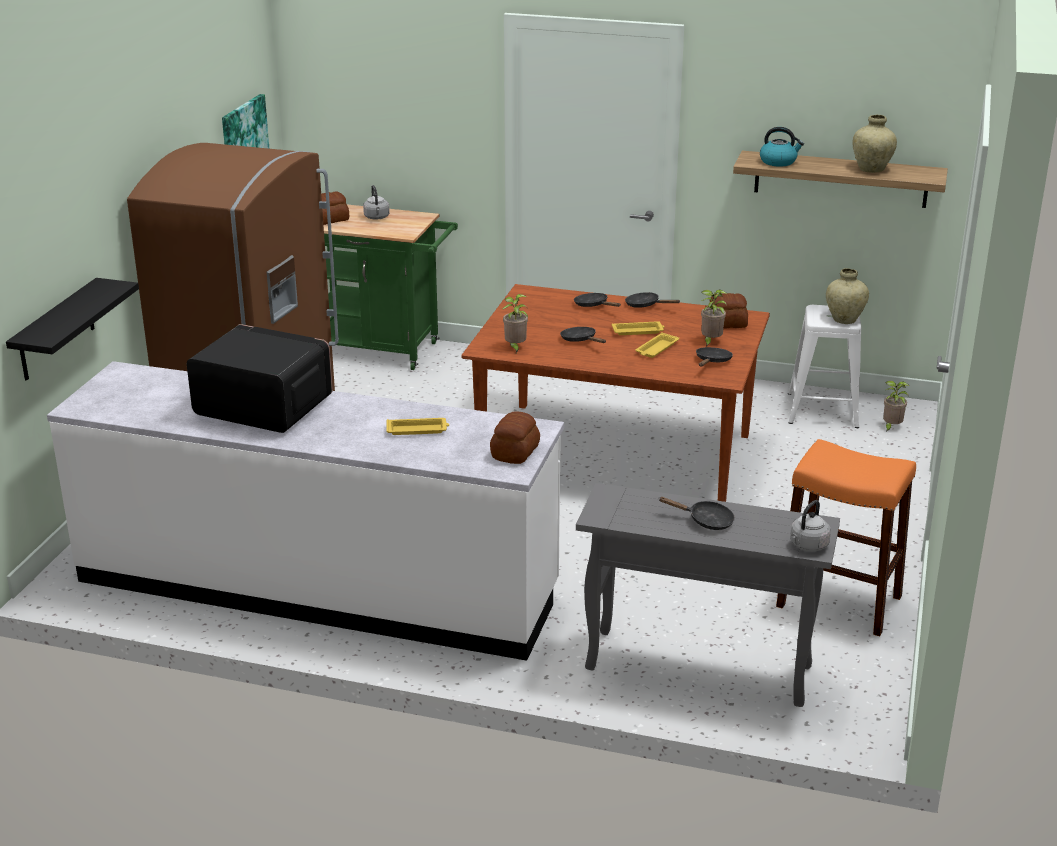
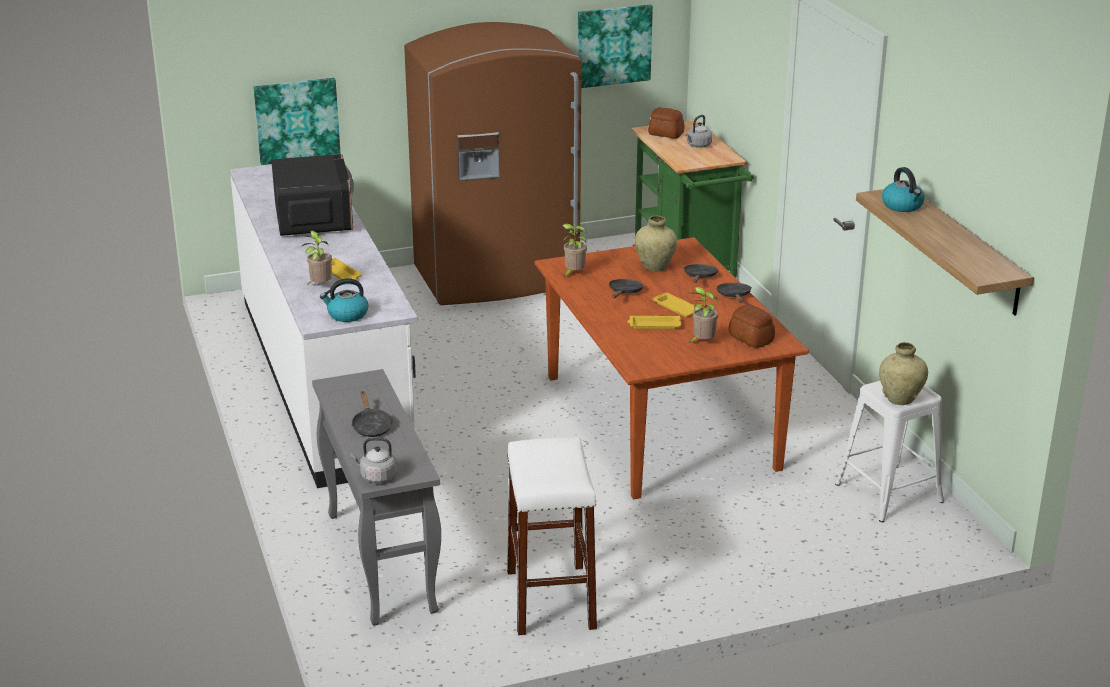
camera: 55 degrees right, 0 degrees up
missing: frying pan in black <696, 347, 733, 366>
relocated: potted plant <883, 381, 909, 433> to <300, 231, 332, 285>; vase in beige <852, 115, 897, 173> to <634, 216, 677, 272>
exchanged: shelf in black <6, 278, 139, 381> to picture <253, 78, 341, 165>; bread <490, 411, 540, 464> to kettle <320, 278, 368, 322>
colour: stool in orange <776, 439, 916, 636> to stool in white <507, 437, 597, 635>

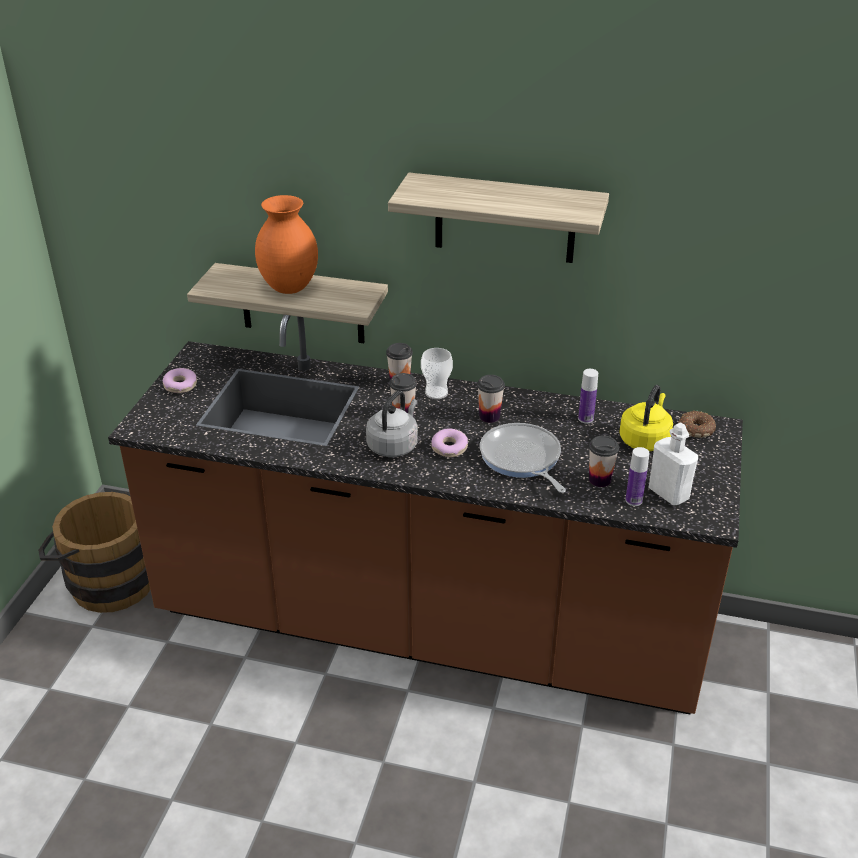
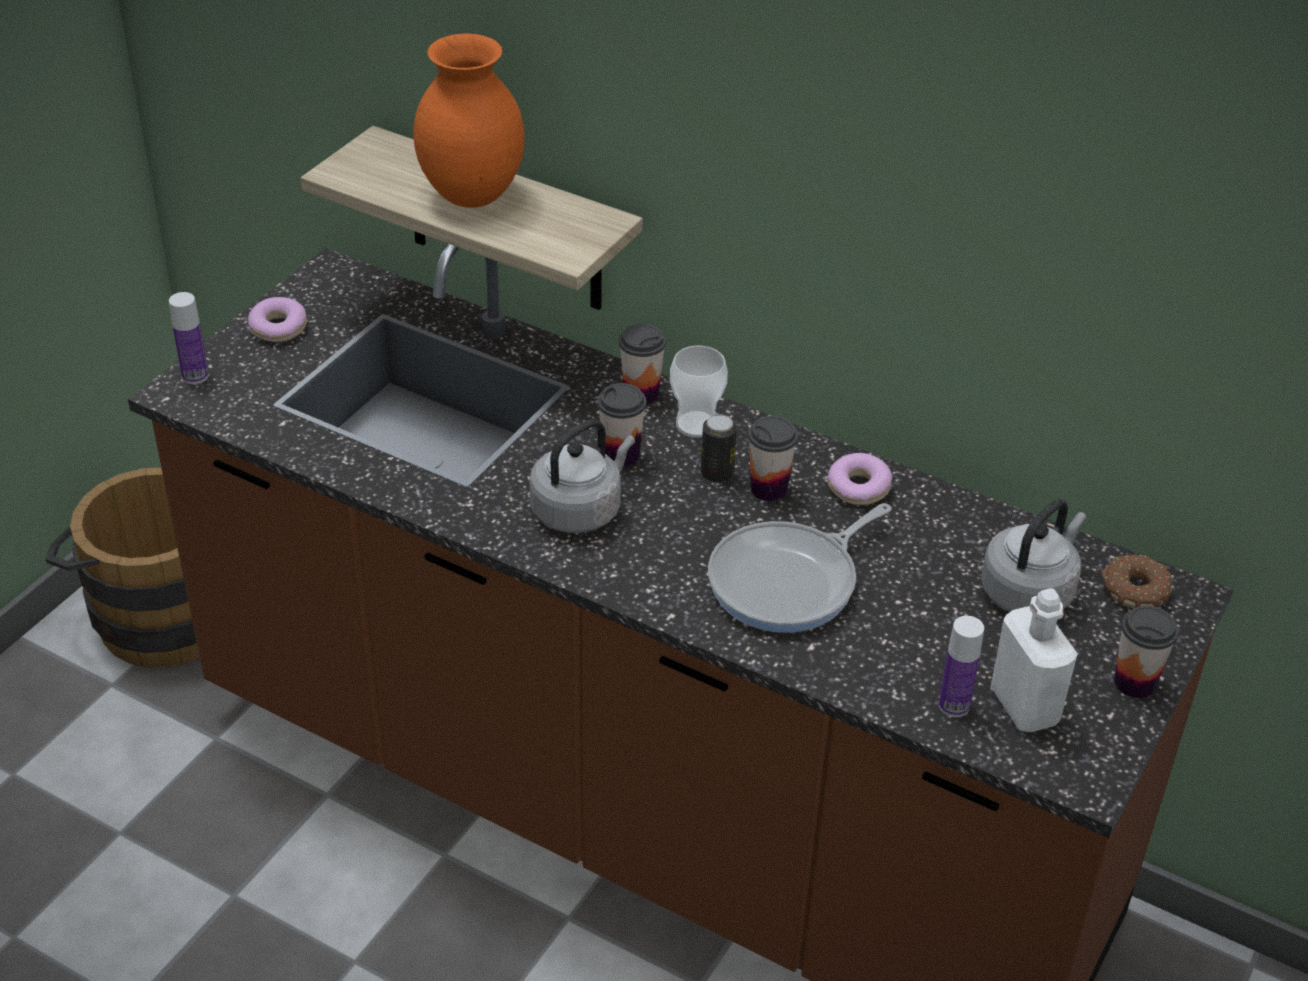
camera: 15 degrees right, 5 degrees up
missing: shelf <388, 173, 609, 263>
appeared: can <701, 414, 737, 483>
relocated: bottle <578, 369, 598, 424> to <169, 292, 209, 384>; donut <431, 428, 468, 457> to <827, 453, 892, 505>; cup <589, 435, 619, 487> to <1114, 605, 1179, 698>
colour: kettle in yellow <619, 385, 673, 451> to kettle in grey <981, 499, 1086, 612>
spun: frying pan <480, 423, 566, 493> = <708, 503, 892, 633> 120 degrees counterclockwise

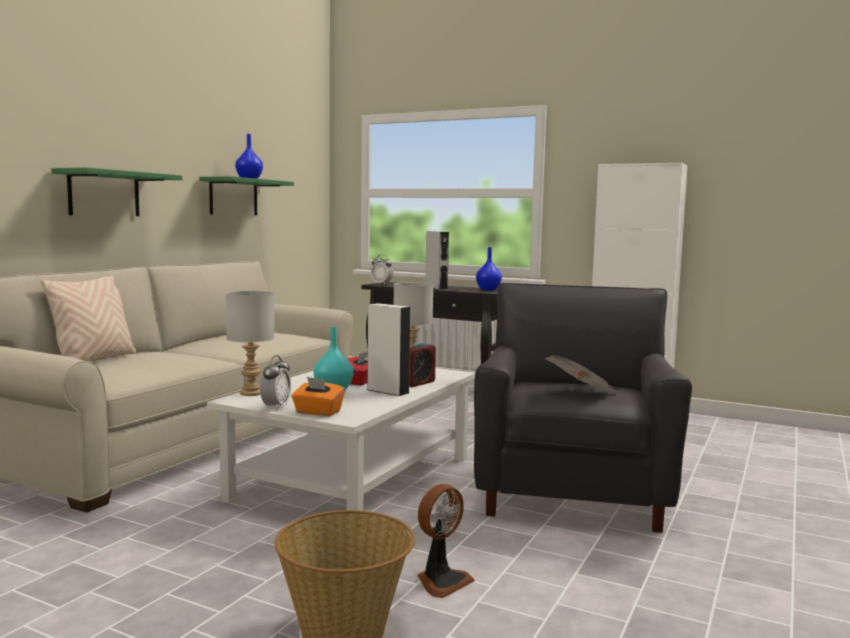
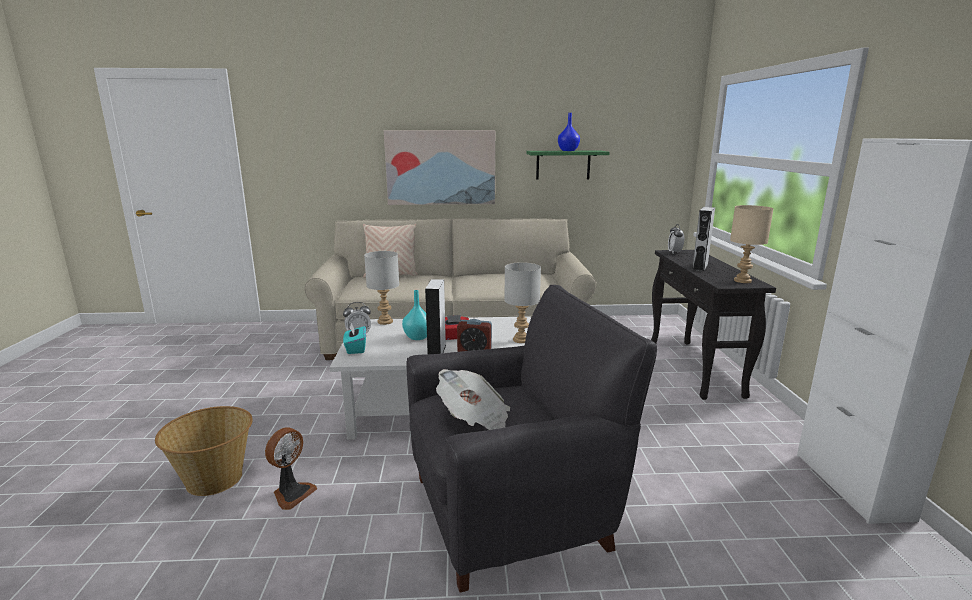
camera: 60 degrees right, 10 degrees up
exchanged: shelf in green <51, 167, 182, 216> to picture <384, 130, 495, 205>; vase in blue <476, 247, 502, 290> to table lamp in beige <730, 205, 774, 283>
colour: tissue box in orange <291, 377, 345, 416> to tissue box in turquoise <343, 323, 366, 354>
spun: fan <418, 484, 475, 598> = <265, 427, 317, 510> 75 degrees counterclockwise

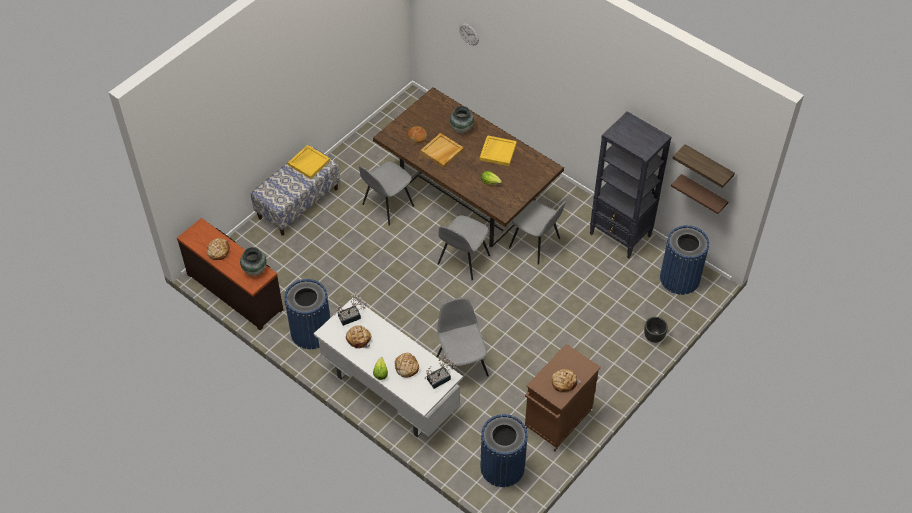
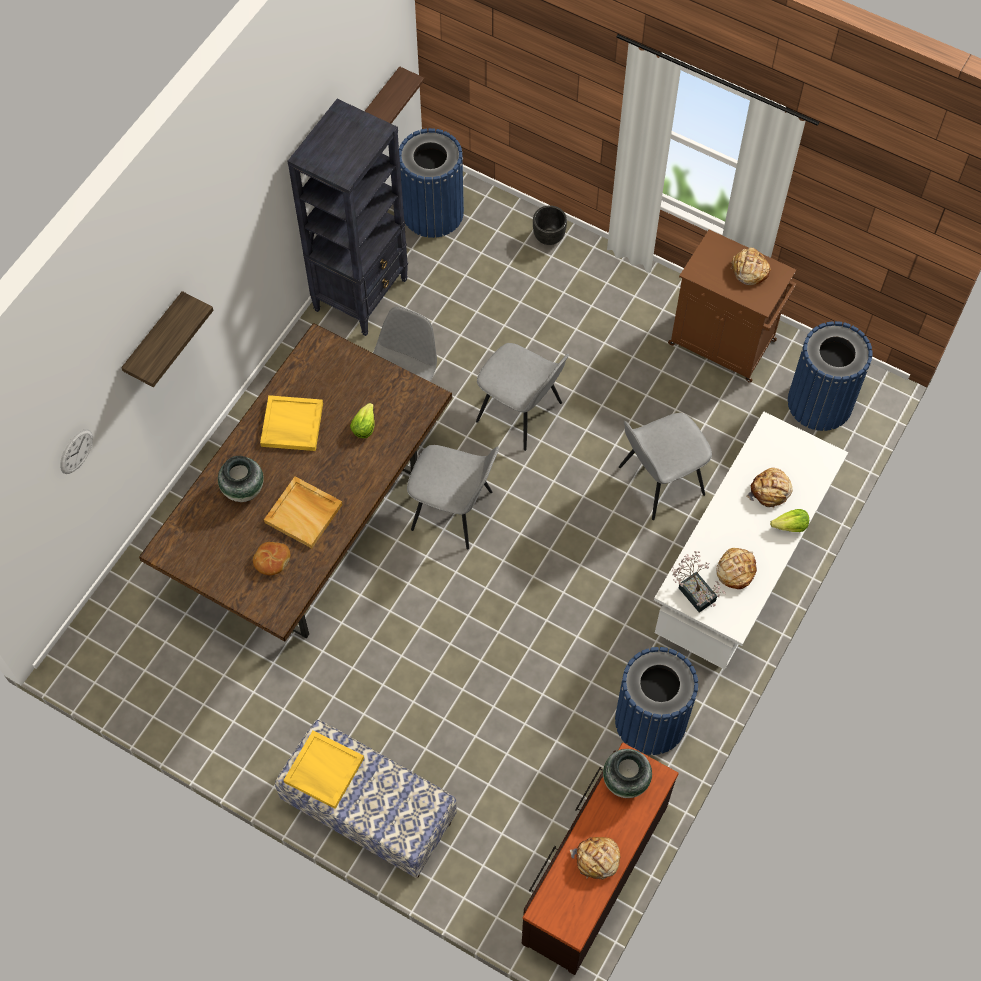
camera: 100 degrees left, 10 degrees up
missing: potted plant <424, 353, 457, 389>
relocated: shelf <672, 144, 735, 188> to <121, 291, 213, 387>; chair in grey <359, 161, 414, 226> to <476, 343, 569, 451>

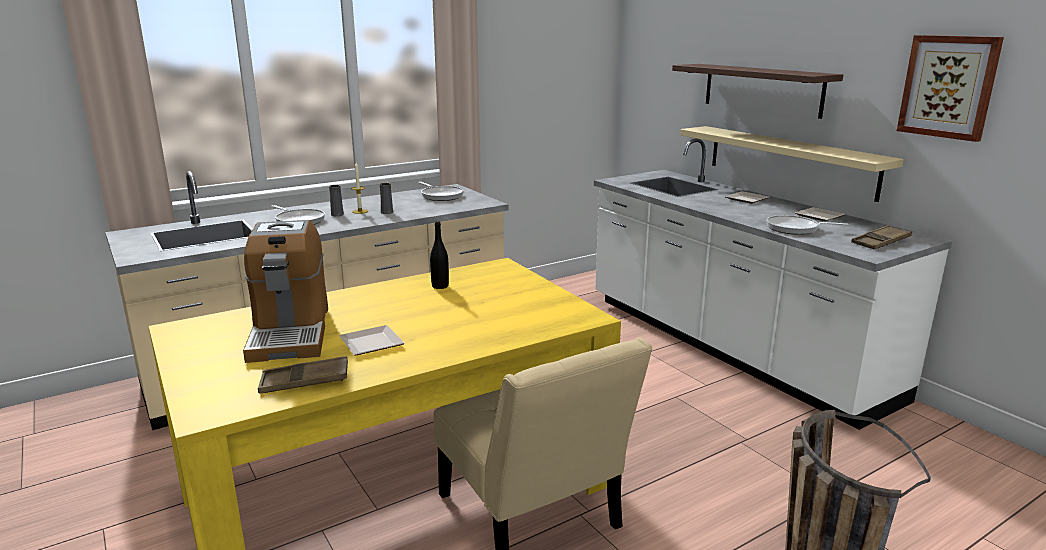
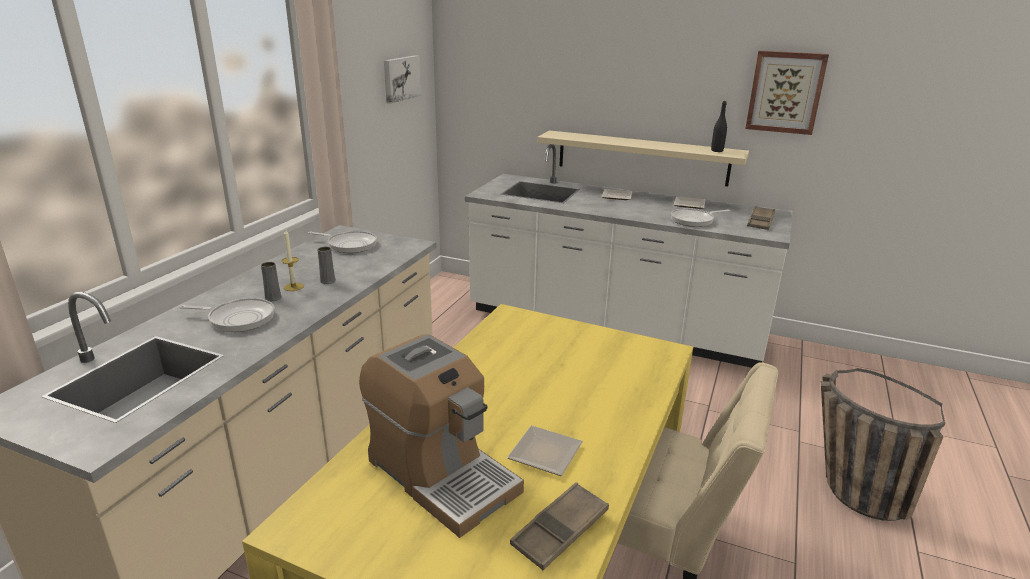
camera: 35 degrees left, 5 degrees up
missing: shelf <672, 64, 843, 119>
appeared: picture <384, 55, 421, 104>
relocated: bottle in black <430, 220, 449, 289> to <711, 101, 727, 152>

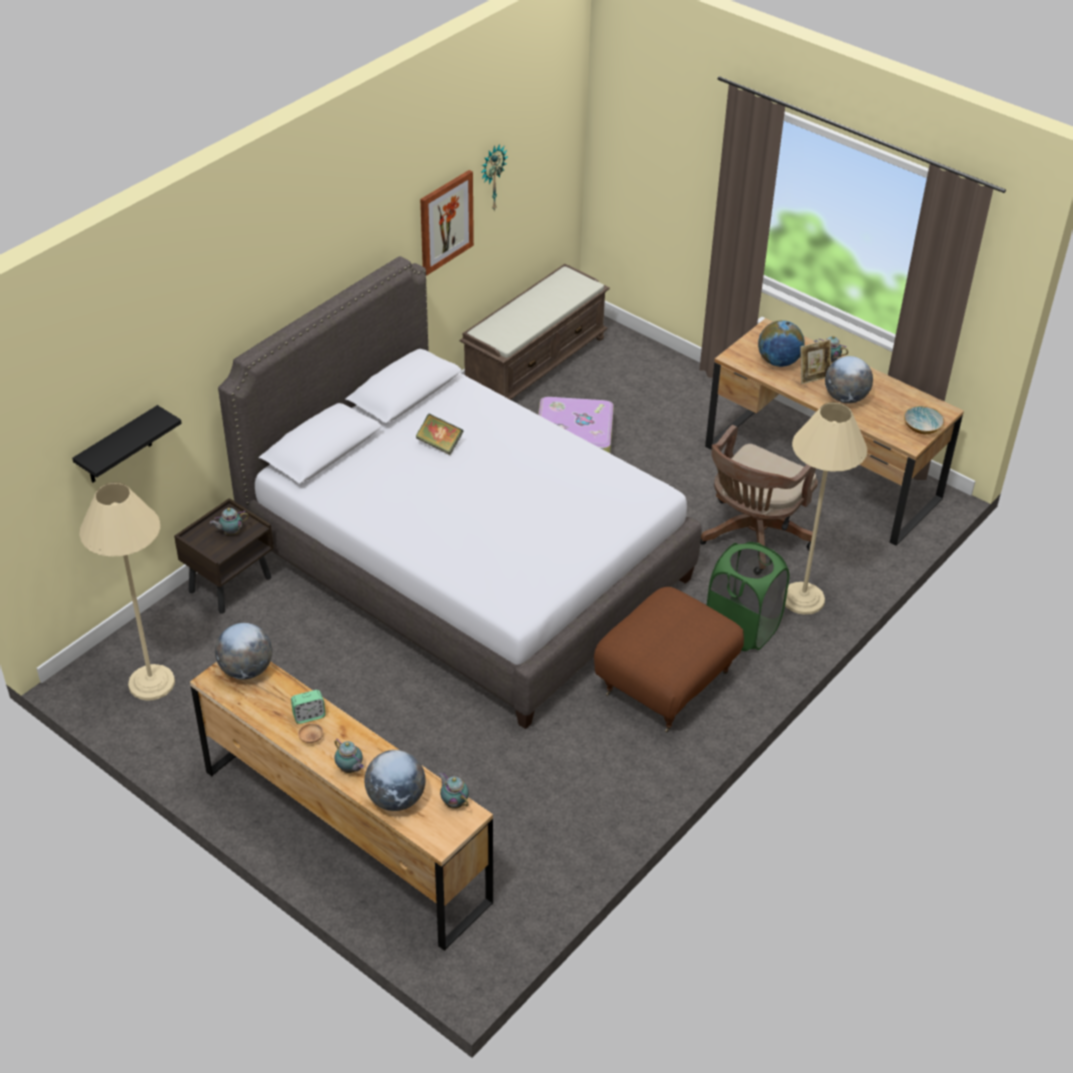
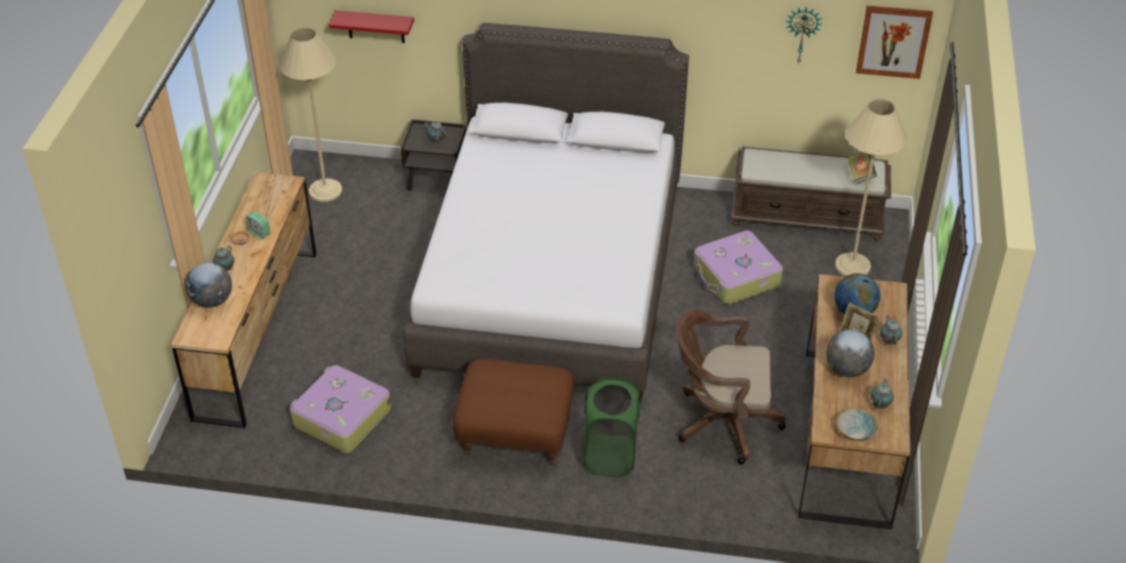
camera: 60 degrees right, 0 degrees up
missing: globe <215, 623, 272, 680>
appeared: suitcase <290, 365, 391, 453>
relocated: floor lamp in beige <785, 402, 867, 615> to <835, 99, 907, 276>; book <416, 413, 463, 455> to <847, 152, 877, 184>; picture <420, 170, 474, 276> to <856, 5, 933, 79>; teapot <439, 772, 469, 809> to <870, 379, 894, 409>
colour: shelf in black <72, 405, 182, 483> to shelf in red <329, 10, 414, 43>

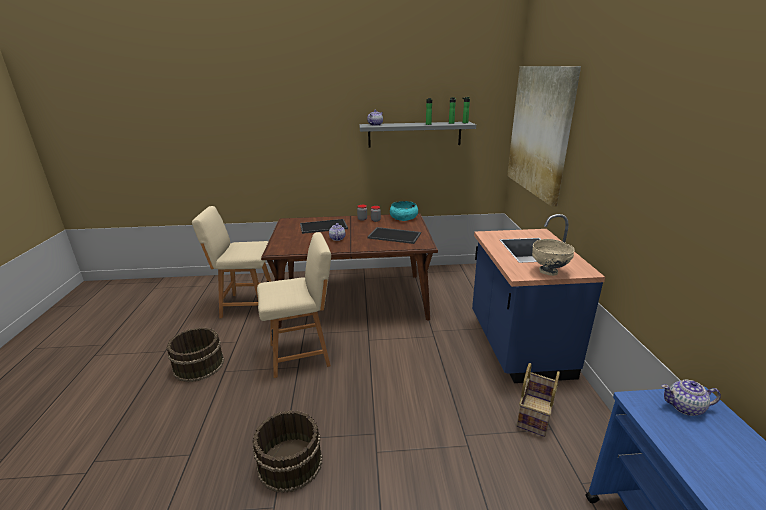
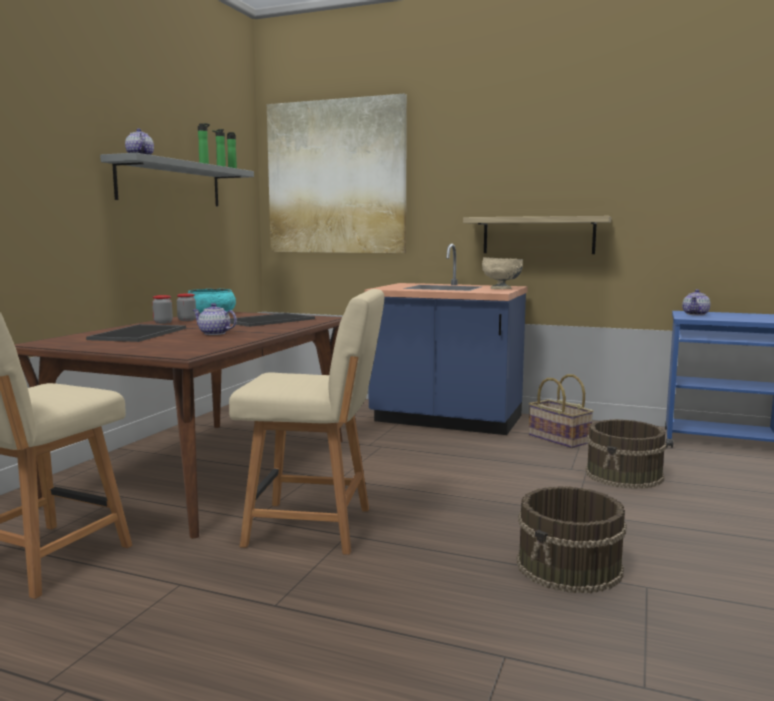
camera: 65 degrees left, 15 degrees down
appeared: shelf <463, 216, 611, 254>
relocated: bucket in brown <167, 327, 224, 382> to <585, 419, 667, 489>
spun: chair in beige <257, 232, 331, 378> = <229, 289, 384, 555> 90 degrees clockwise

